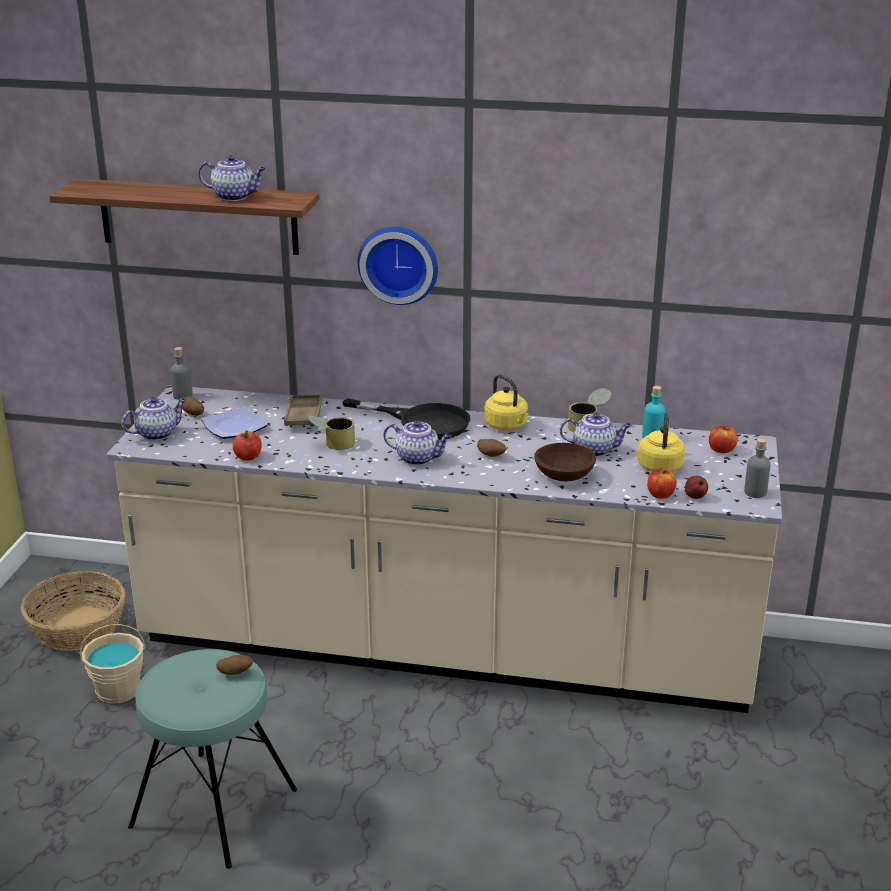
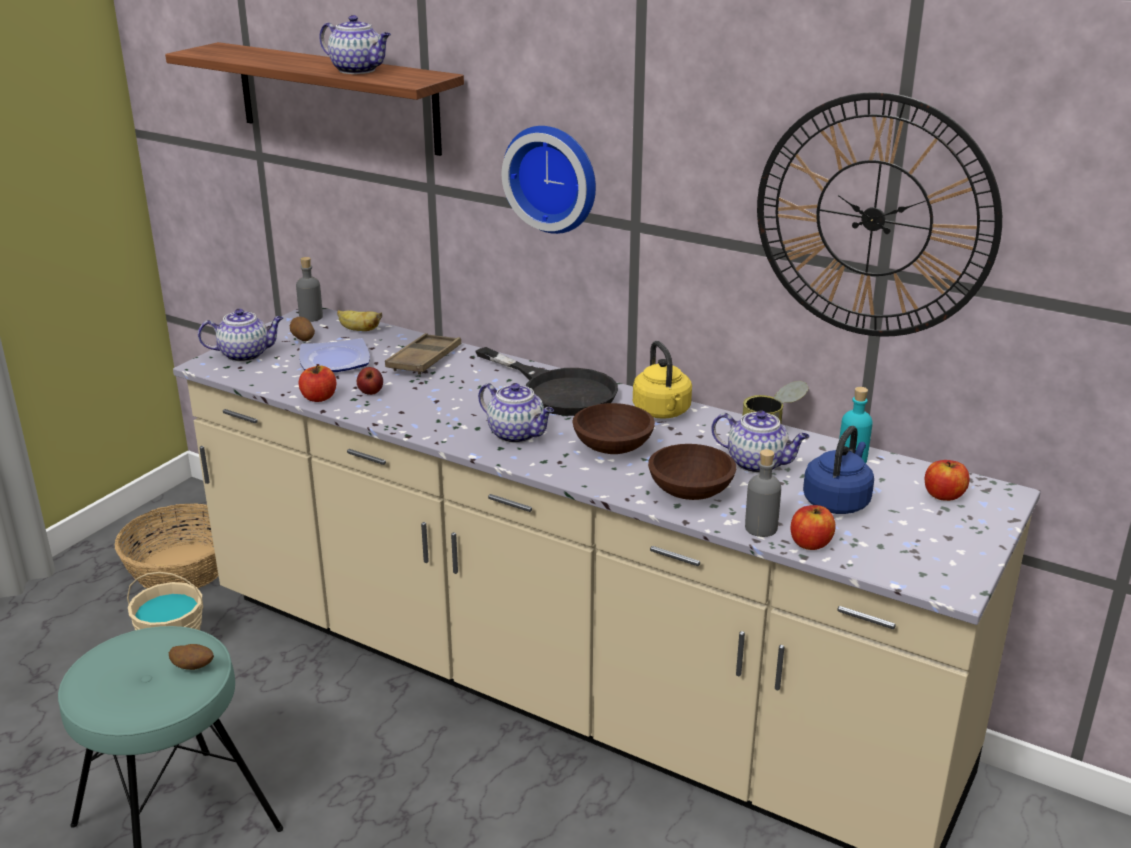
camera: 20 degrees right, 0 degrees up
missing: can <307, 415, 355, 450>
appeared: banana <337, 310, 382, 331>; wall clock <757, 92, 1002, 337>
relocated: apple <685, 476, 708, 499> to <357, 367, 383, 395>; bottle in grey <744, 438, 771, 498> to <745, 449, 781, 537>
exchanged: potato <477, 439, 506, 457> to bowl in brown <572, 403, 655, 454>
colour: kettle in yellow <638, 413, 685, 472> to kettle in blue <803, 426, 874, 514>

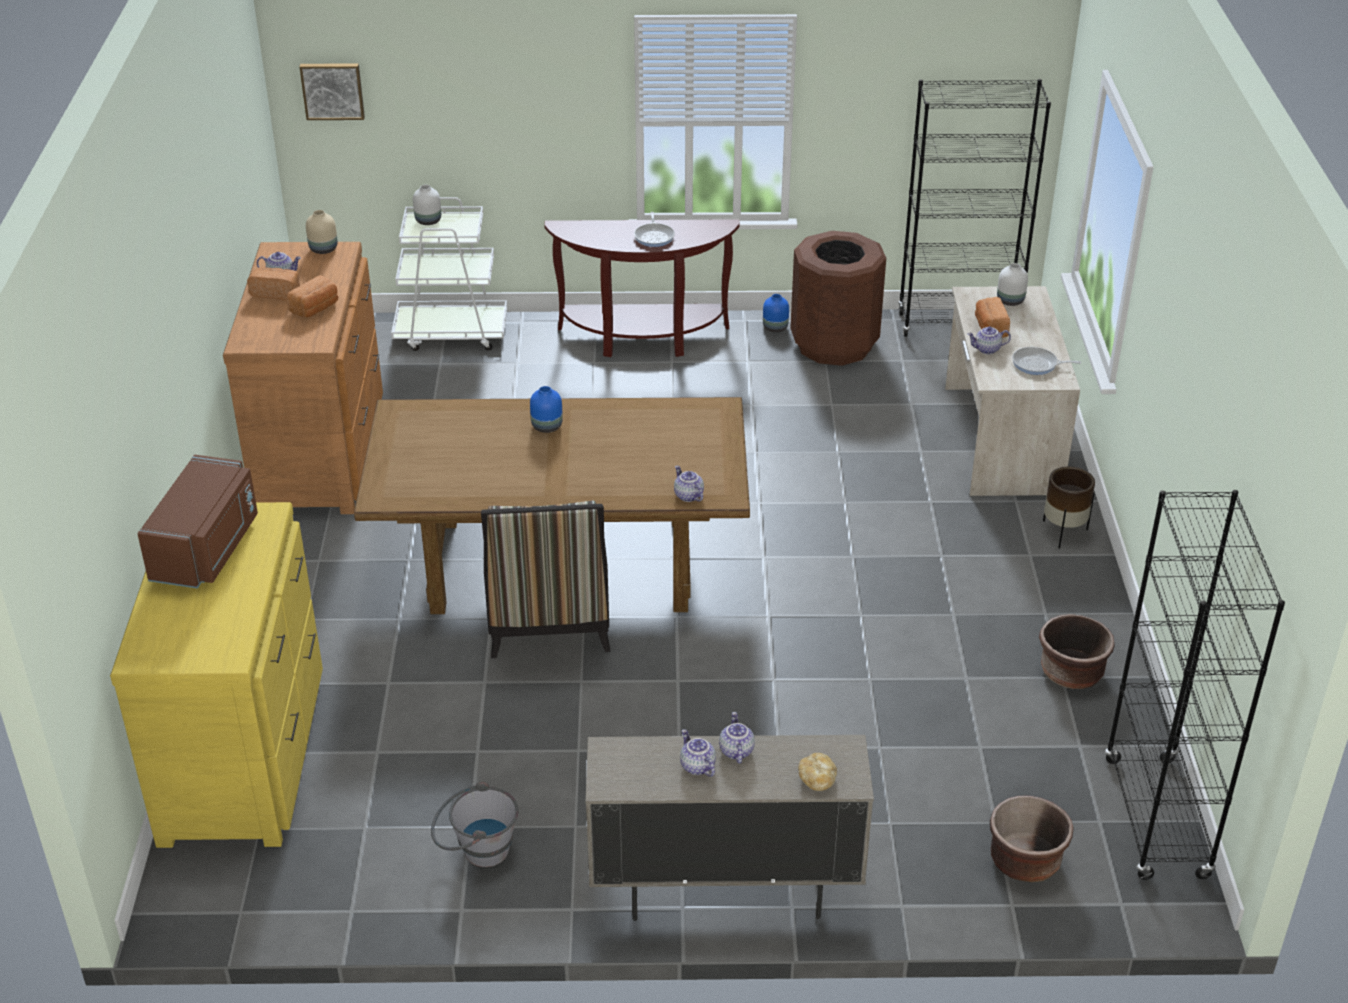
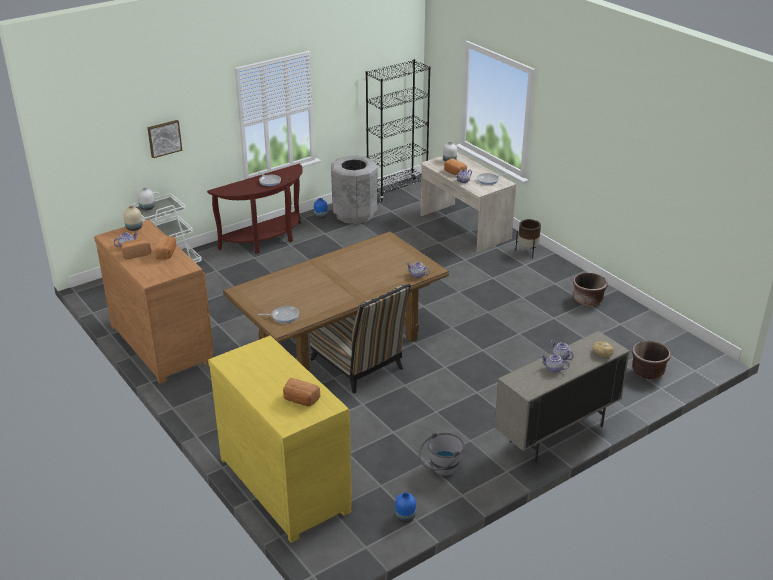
camera: 35 degrees left, 5 degrees down
missing: microwave in brown <137, 455, 258, 589>; bookcase in black <1105, 490, 1285, 880>
appeared: frying pan <258, 306, 299, 323>; bread <283, 378, 320, 407>
relocated: picture <299, 63, 365, 120> to <147, 120, 182, 158>; vase in blue <530, 386, 563, 433> to <395, 493, 416, 522>
colour: trash can in brown <790, 231, 886, 366> to trash can in grey <331, 155, 377, 224>

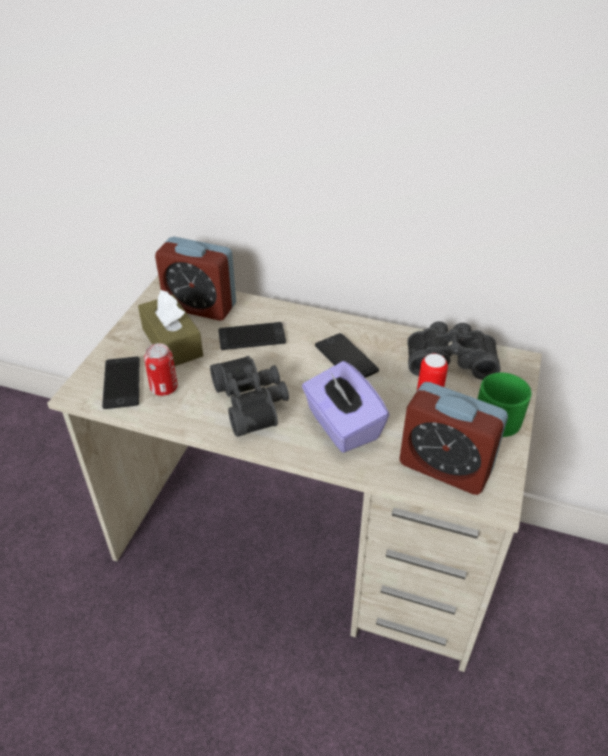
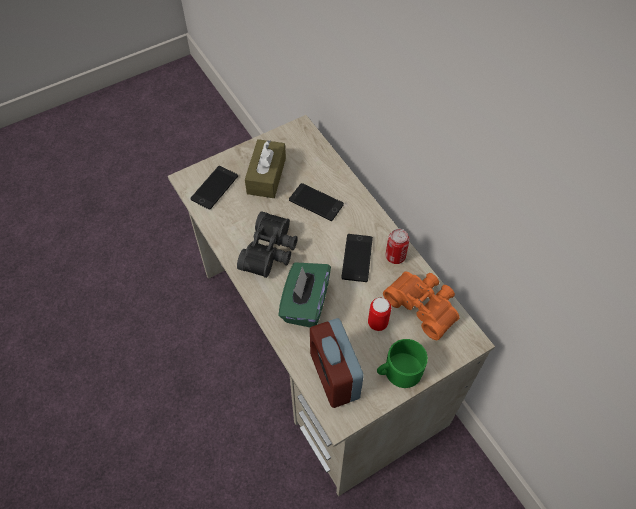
camera: 40 degrees right, 15 degrees up
missing: alarm clock <155, 237, 236, 321>
relocated: can <144, 343, 178, 396> to <385, 229, 409, 264>
colour: tissue box in purple <302, 361, 389, 453> to tissue box in green <278, 262, 331, 327>; binoculars in black <407, 321, 501, 380> to binoculars in orange <383, 272, 460, 340>

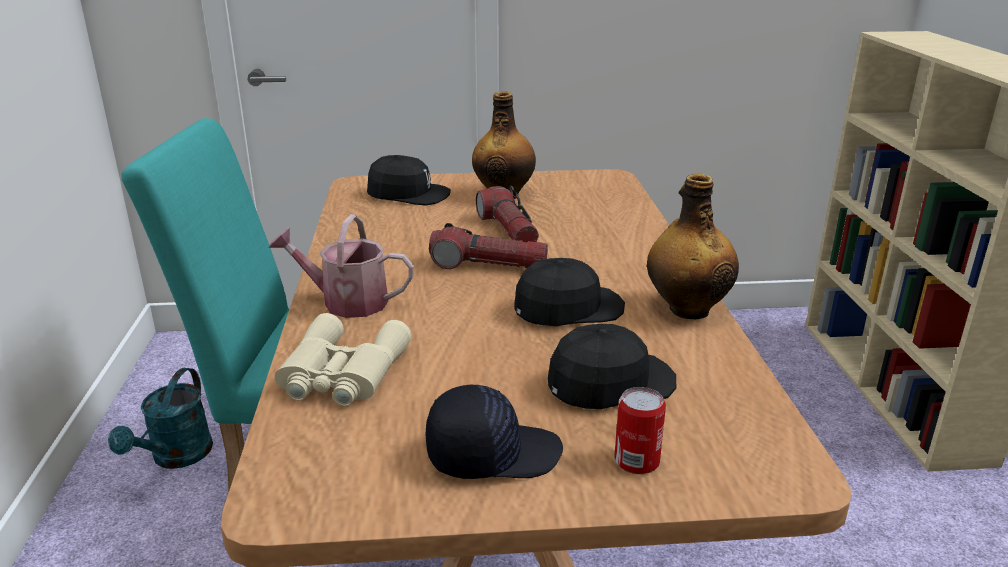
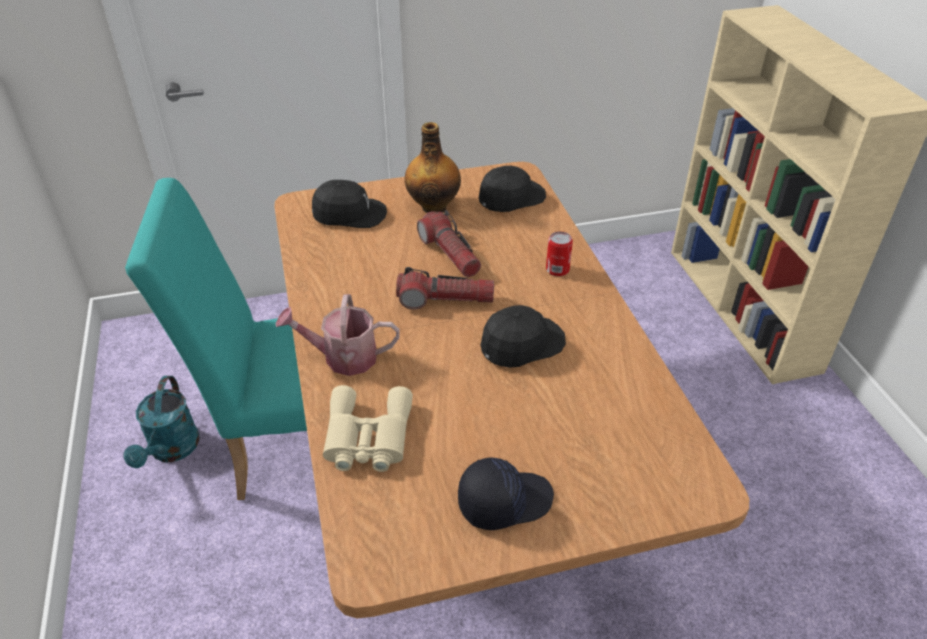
camera: 10 degrees left, 15 degrees up
missing: bottle <647, 174, 739, 319>
relocated: cap in black <548, 324, 676, 409> to <479, 166, 546, 212>; can <614, 387, 666, 474> to <546, 231, 573, 276>

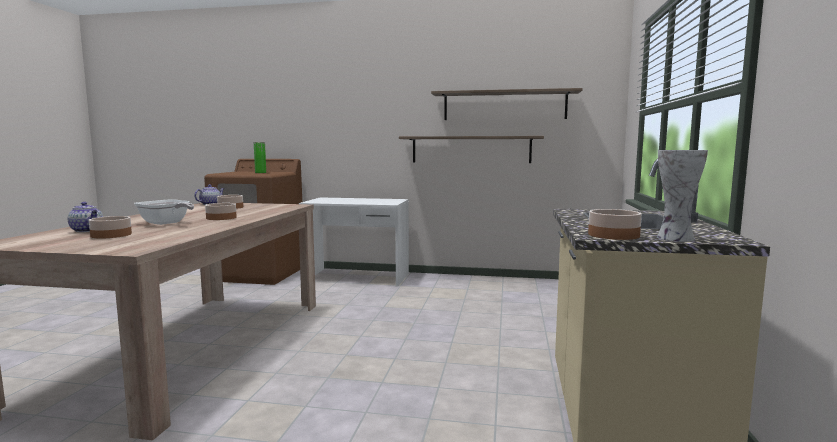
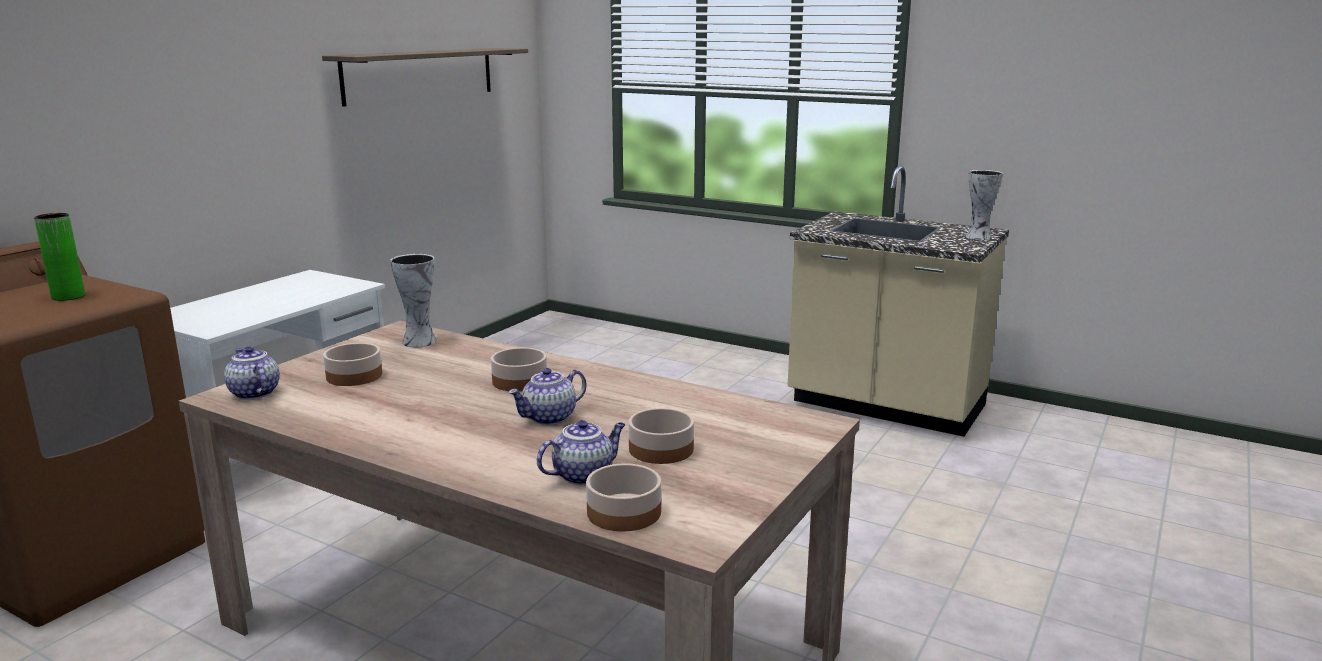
camera: 70 degrees left, 10 degrees up
missing: shelf <399, 136, 544, 163>
appeared: vase <390, 254, 437, 347>
relocated: bowl <588, 209, 642, 240> to <586, 463, 661, 532>
exchanged: frying pan <134, 199, 194, 225> to teapot <508, 368, 586, 425>

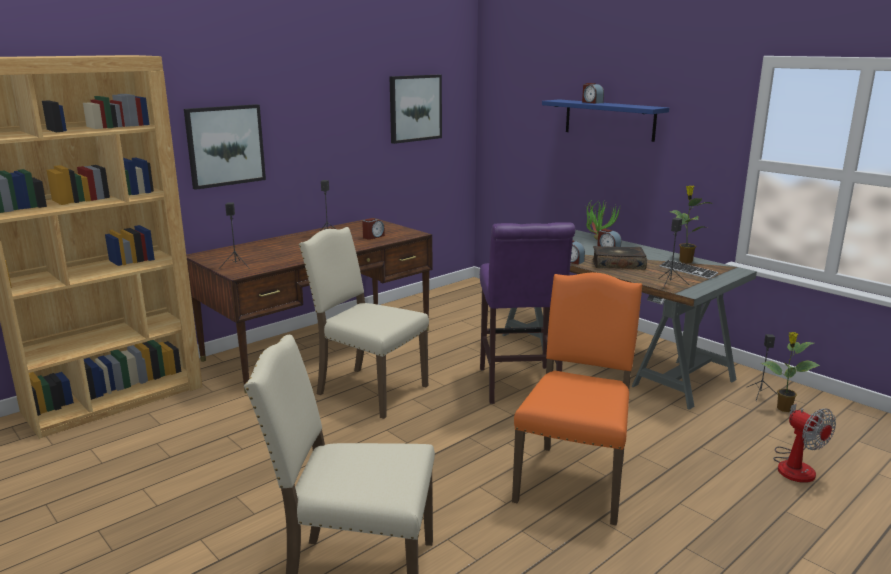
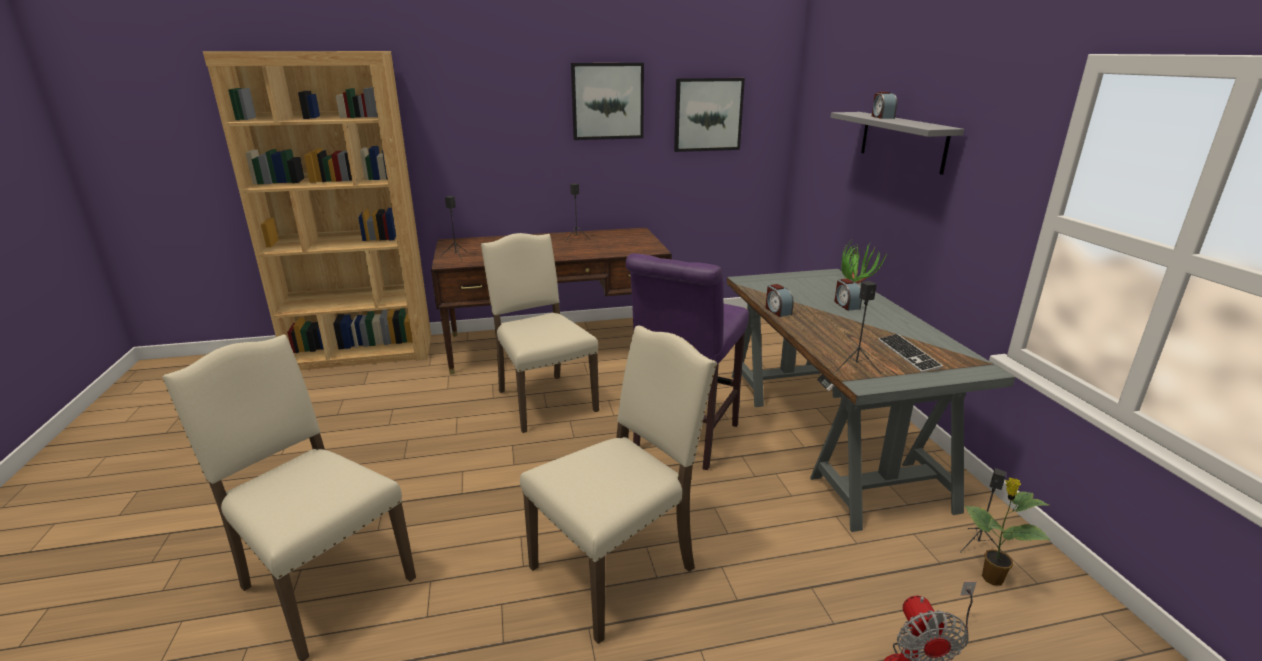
camera: 30 degrees right, 5 degrees up
missing: alarm clock <362, 218, 385, 240>; book <592, 246, 647, 270>; potted plant <670, 185, 713, 263>
relocated: picture <184, 104, 266, 190> to <571, 63, 644, 140>
colour: chair in orange <512, 272, 643, 525> to chair in beige <520, 325, 717, 644>; shelf in blue <542, 99, 669, 142> to shelf in grey <830, 112, 964, 175>

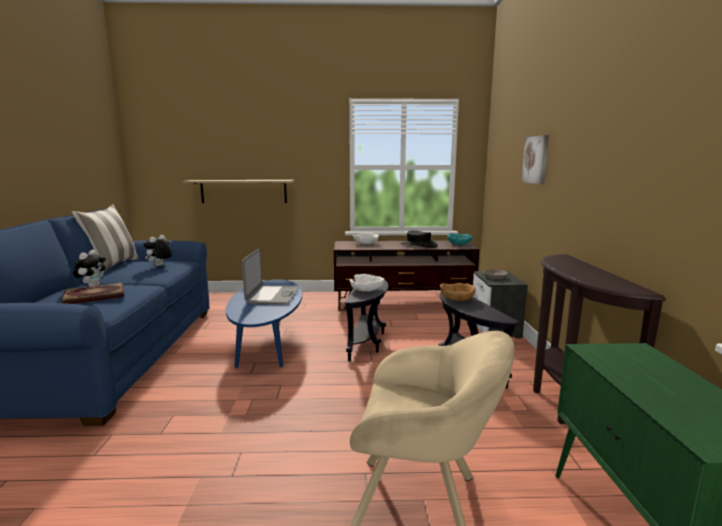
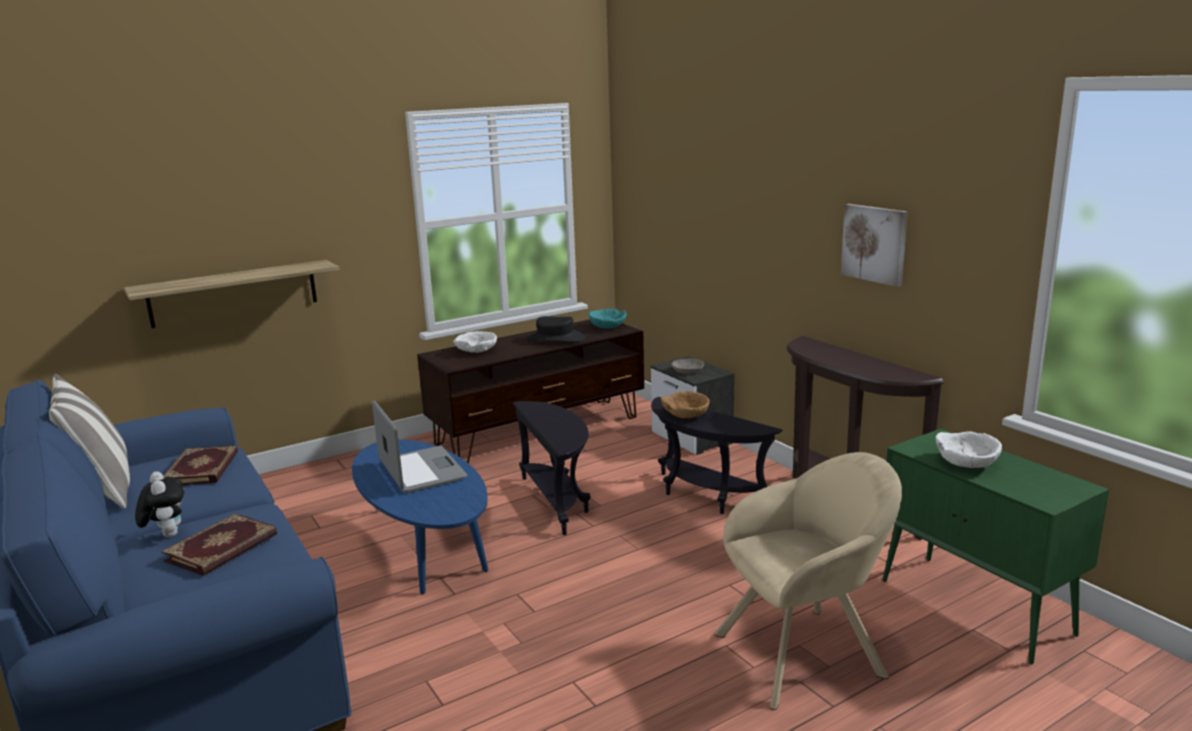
camera: 30 degrees left, 5 degrees up
relocated: picture <521, 135, 549, 184> to <841, 204, 908, 287>; bowl in white <350, 274, 384, 292> to <936, 431, 1002, 468>
exchanged: plush toy <143, 235, 172, 266> to book <164, 445, 238, 486>

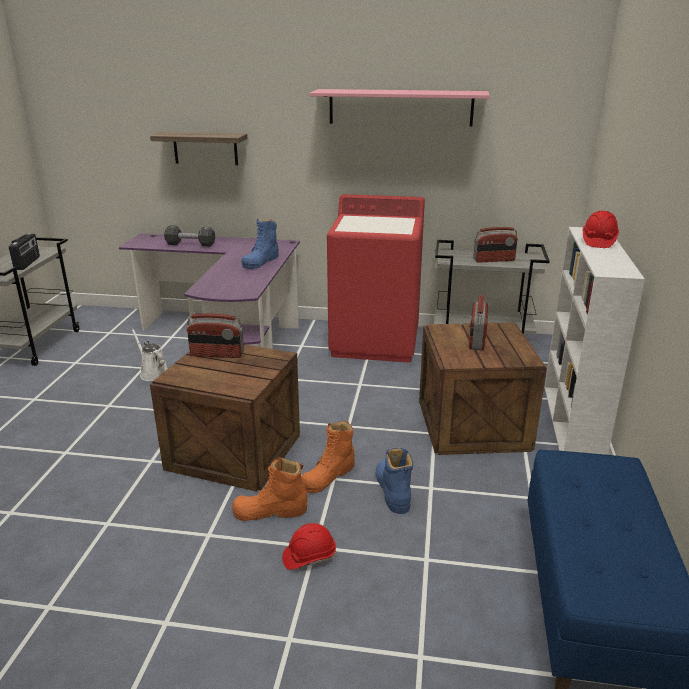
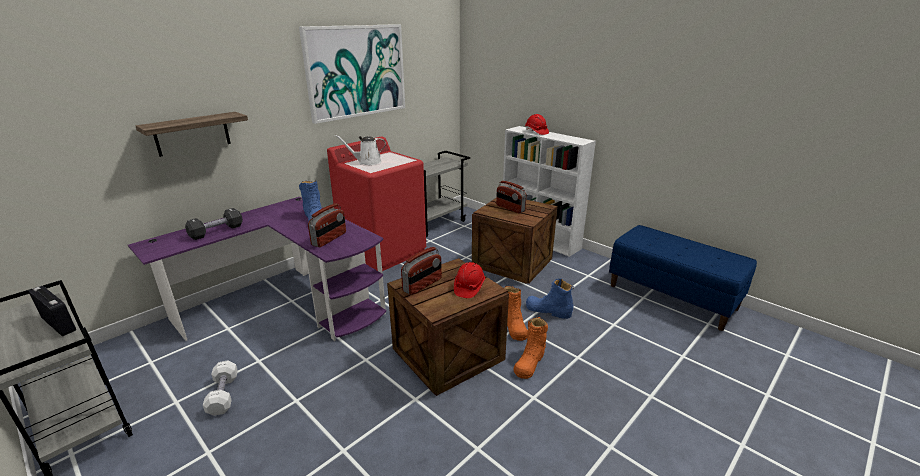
camera: 55 degrees left, 0 degrees up
appeared: dumbbell in white <203, 361, 238, 416>
relocated: radio <474, 227, 518, 263> to <308, 203, 346, 247>; watering can in white <131, 329, 168, 381> to <334, 135, 386, 165>; hard hat in red <282, 523, 336, 570> to <454, 262, 485, 298>
exchanged: shelf in pink <310, 89, 490, 127> to picture <299, 24, 405, 124>

